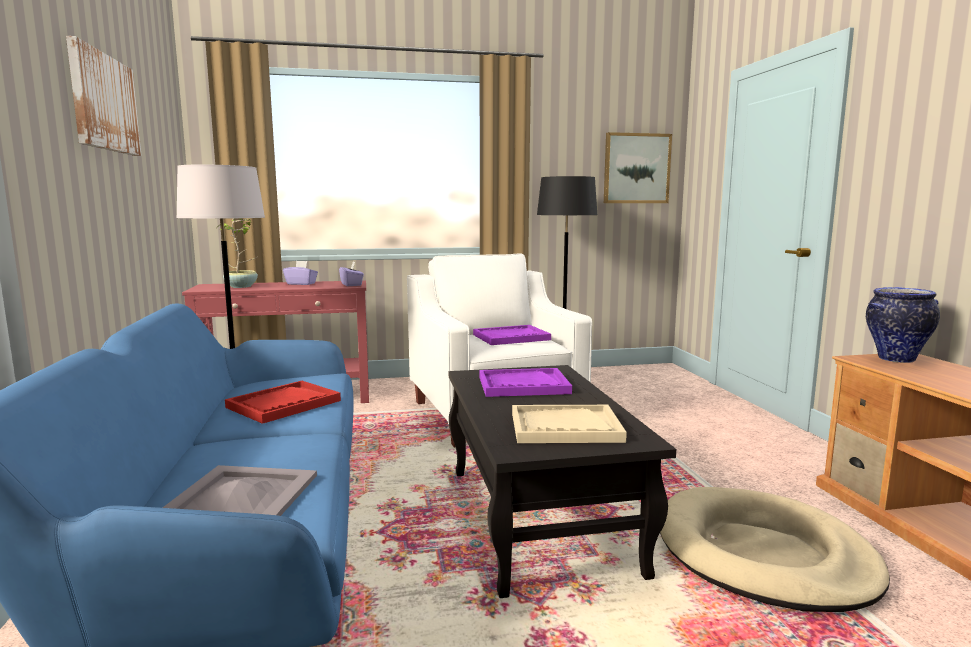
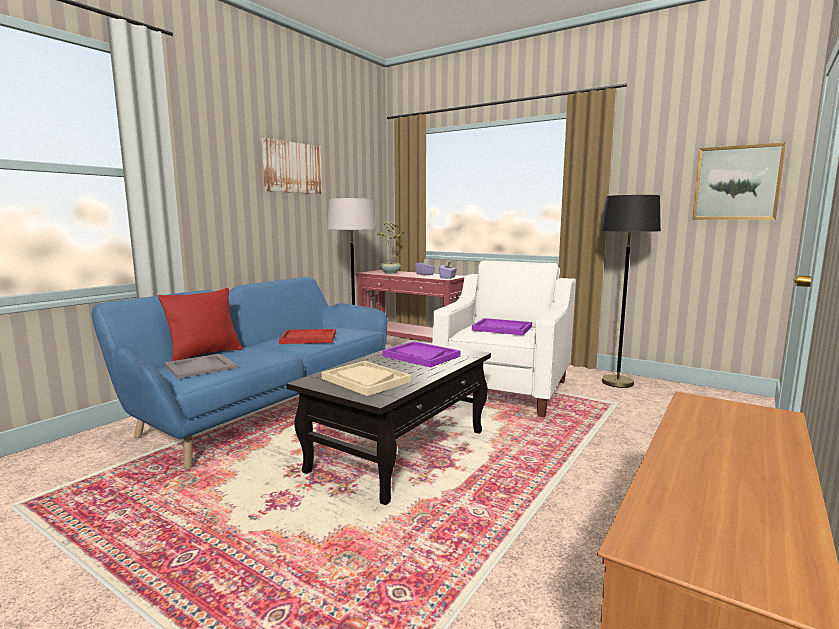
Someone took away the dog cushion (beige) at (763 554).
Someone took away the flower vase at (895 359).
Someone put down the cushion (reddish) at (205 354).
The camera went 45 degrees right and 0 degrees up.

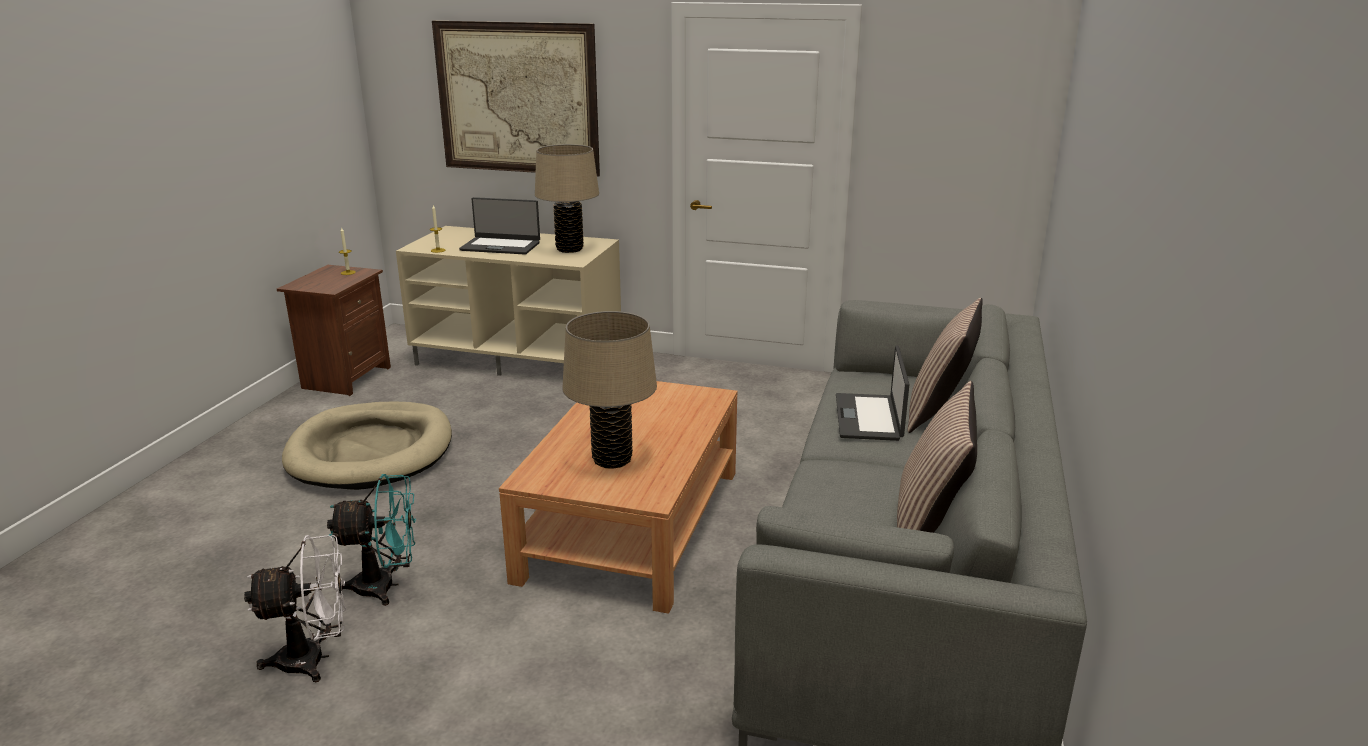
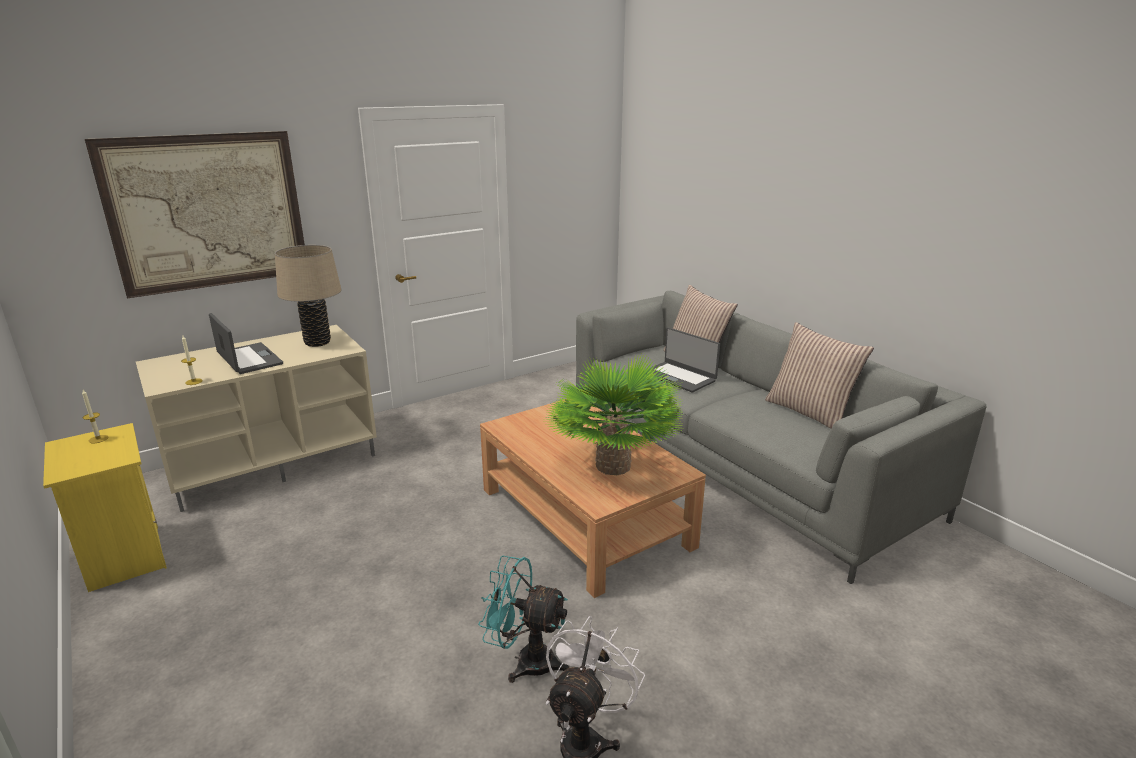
Someone took away the dog cushion (beige) at (371 451).
Someone swapped the lamp for a table (beige) at (612 460) for the potted plant at (613 466).
Someone repainted the nightstand (brown-coloured) at (345 378), which became the nightstand (yellow) at (123 557).
Someone rotated the fan (blue-green) at (385 586) by 105 degrees counterclockwise.
Someone rotated the portable computer at (501 246) by 90 degrees counterclockwise.
The camera went 50 degrees left and 0 degrees up.

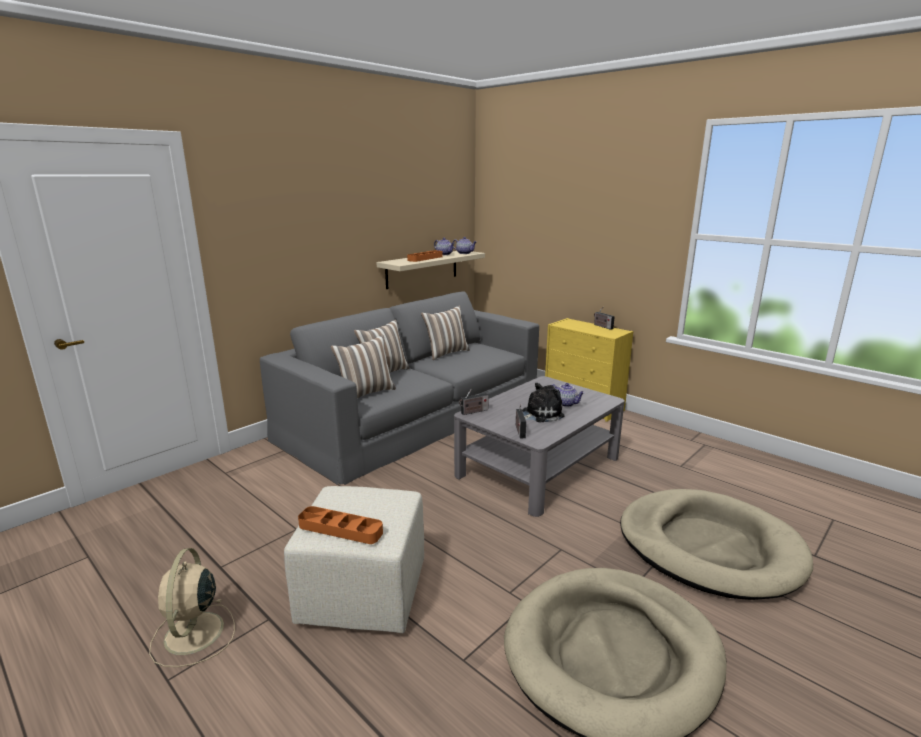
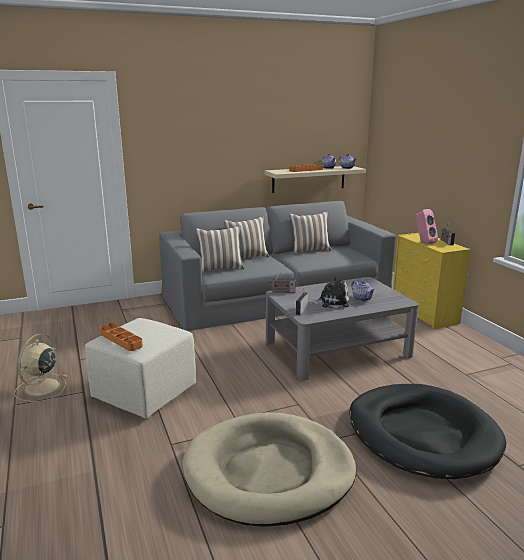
Someone put down the audio speaker (pink-coloured) at (423 242).
Someone repainted the dog cushion (beige) at (708 547), which became the dog cushion (black-coloured) at (422 434).
The camera went 25 degrees right and 0 degrees up.

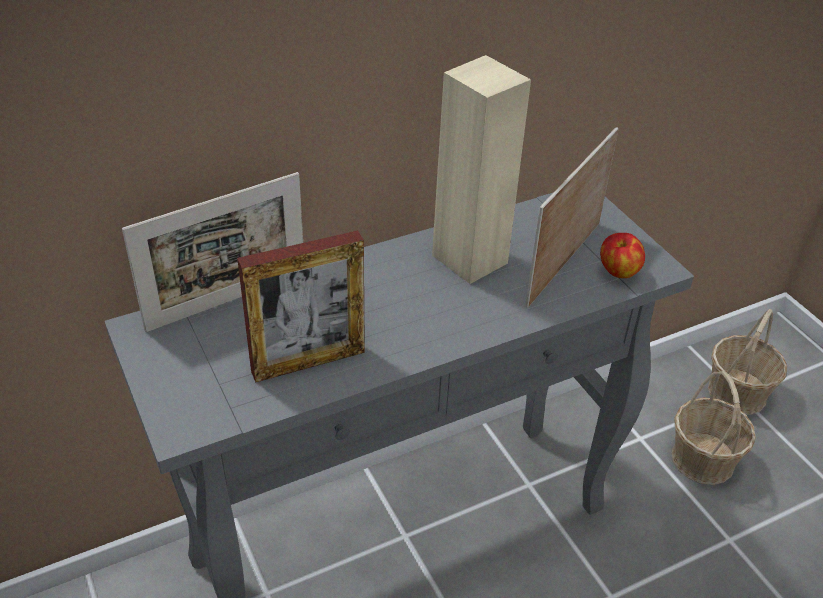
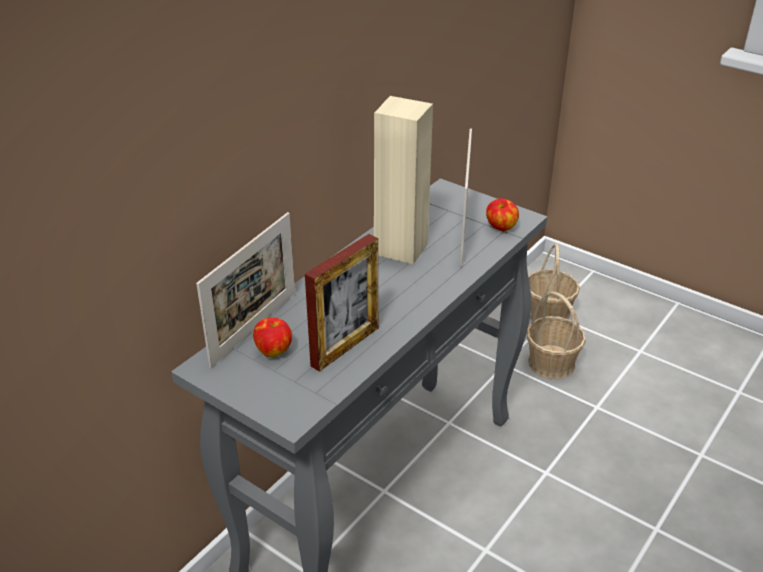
Someone put down the apple fruit at (274 350).
The camera went 25 degrees left and 5 degrees down.

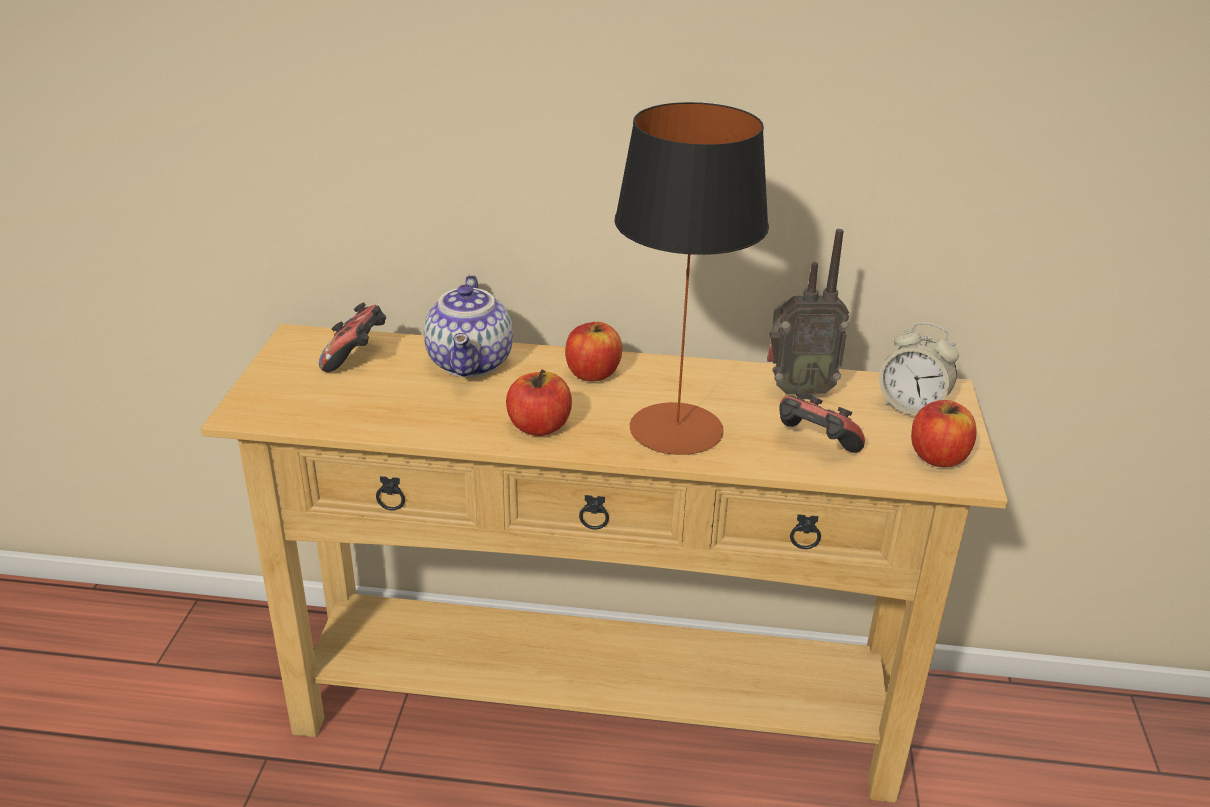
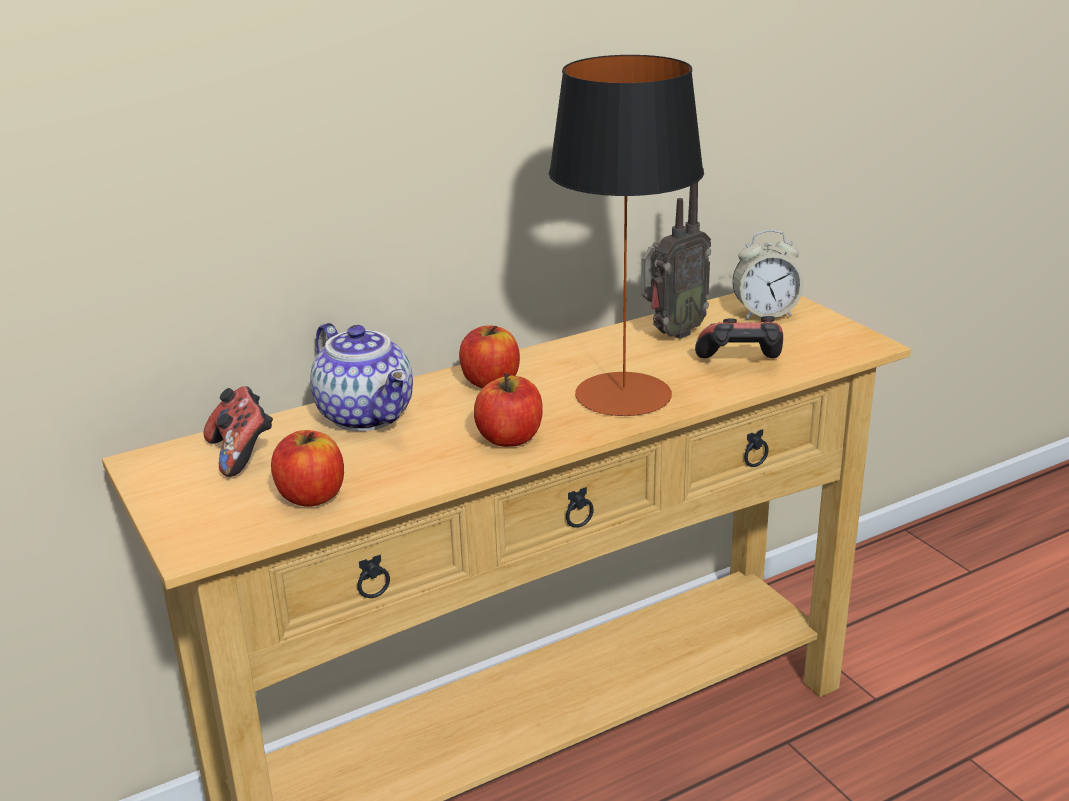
Someone carried the apple fruit from (938 457) to (311 496).
The camera went 35 degrees left and 5 degrees down.

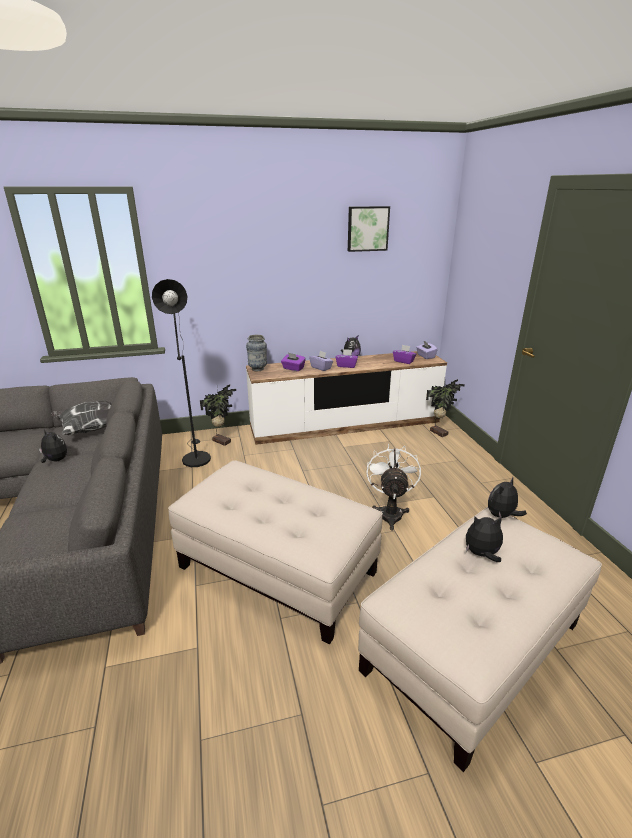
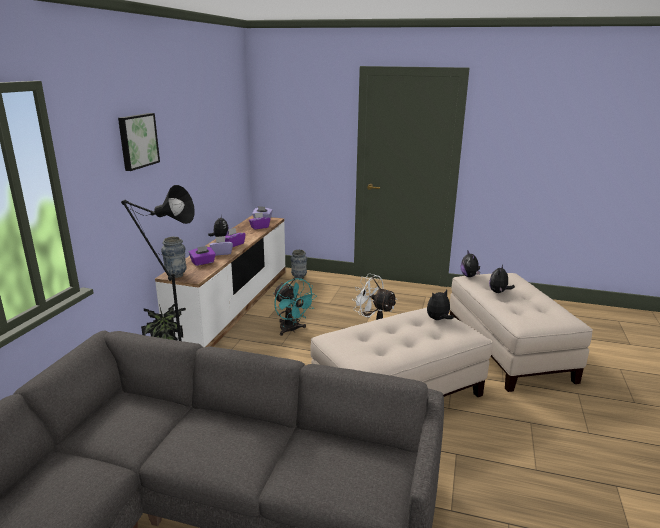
Someone took away the cushion at (91 429).
Someone put down the fan (blue-green) at (292 330).
Someone carried the soft toy from (55 460) to (438 319).
Someone carried the wall picture from (367 228) to (137 141).
Someone swapped the potted plant at (439 432) for the flower vase at (299 277).
The camera went 60 degrees left and 5 degrees down.

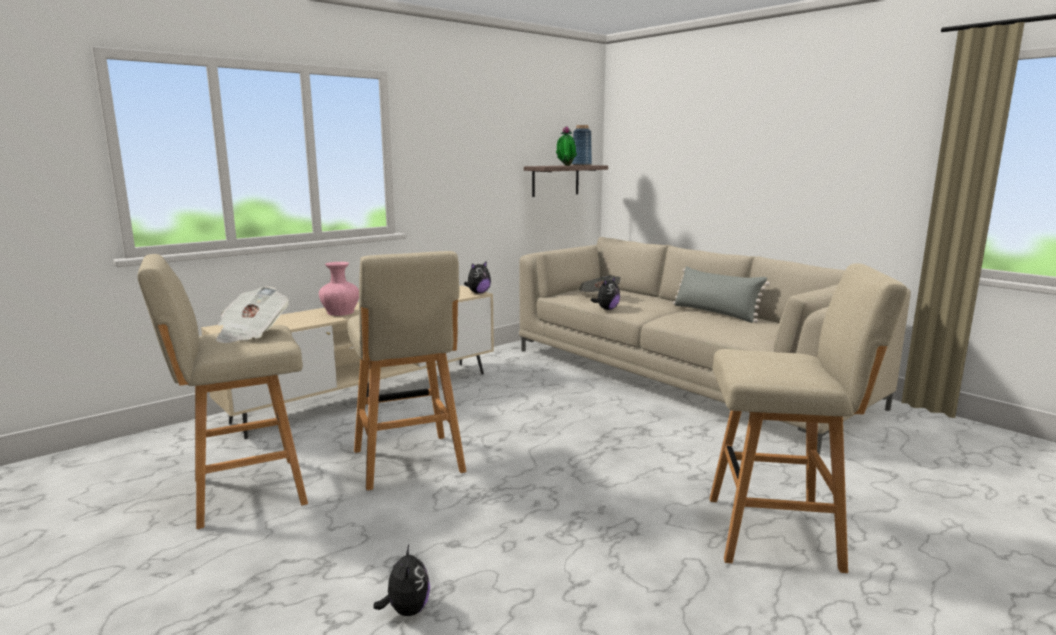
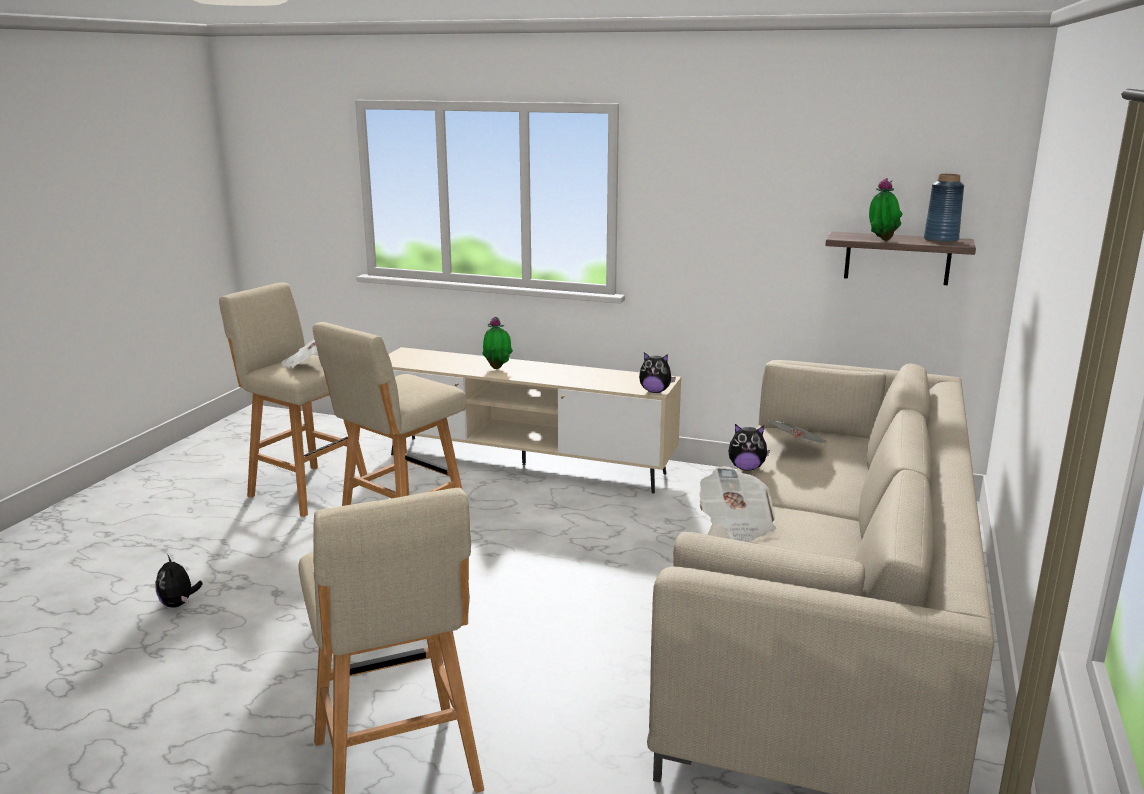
Someone took away the cushion (greyish) at (715 313).
Someone put down the printed paper at (736 525).
Someone swapped the flower vase (pink-coloured) at (340 312) for the potted plant at (498 367).
Someone rotated the soft toy at (406 610) by 105 degrees clockwise.
The camera went 60 degrees right and 5 degrees up.

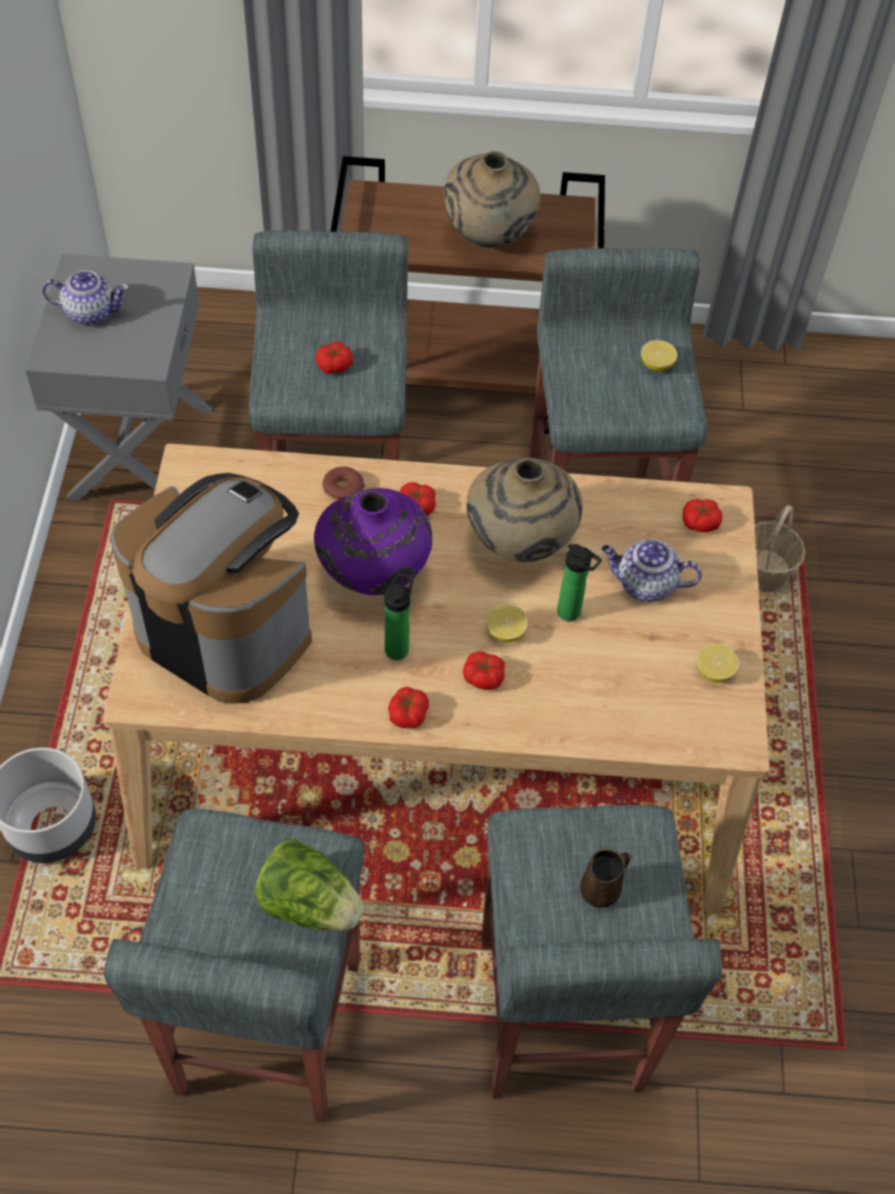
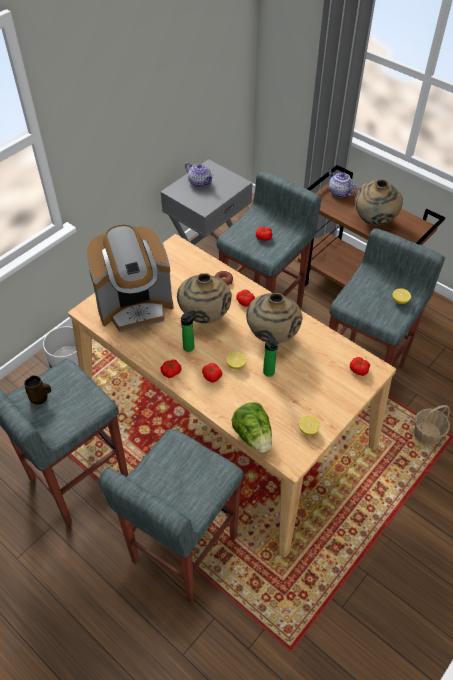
Someone carried the lettuce head from (309 903) to (253 436).
Someone carried the coffee mug (brown-coloured) from (601 889) to (40 398).
Someone carried the teapot from (644 584) to (339 192).
Someone repainted the flower vase (purple) at (373 577), which became the flower vase (beige) at (204 317).
Someone rotated the coffee machine at (224 629) by 90 degrees clockwise.
The camera went 40 degrees right and 5 degrees down.

